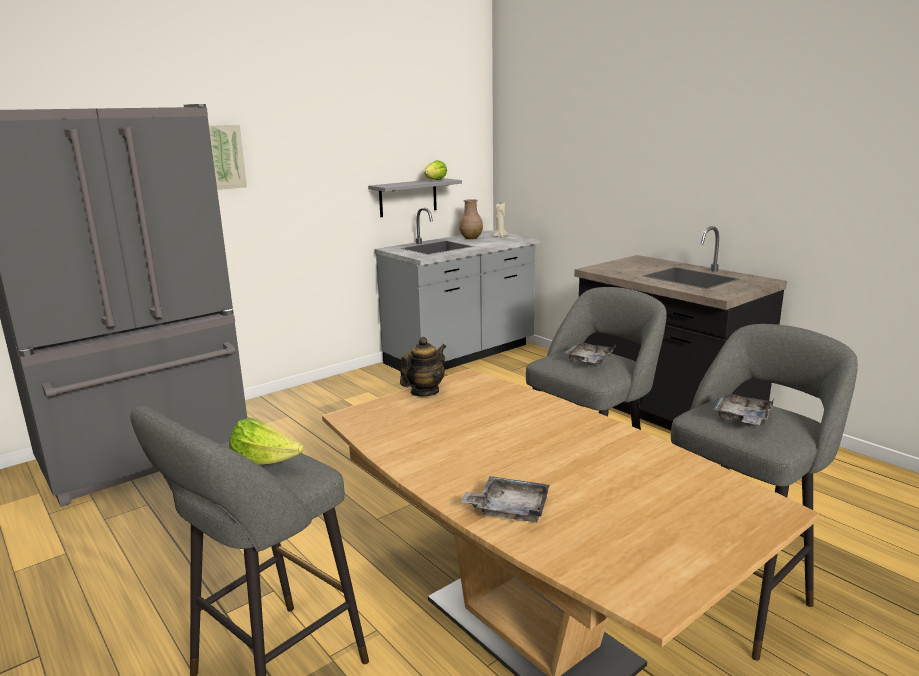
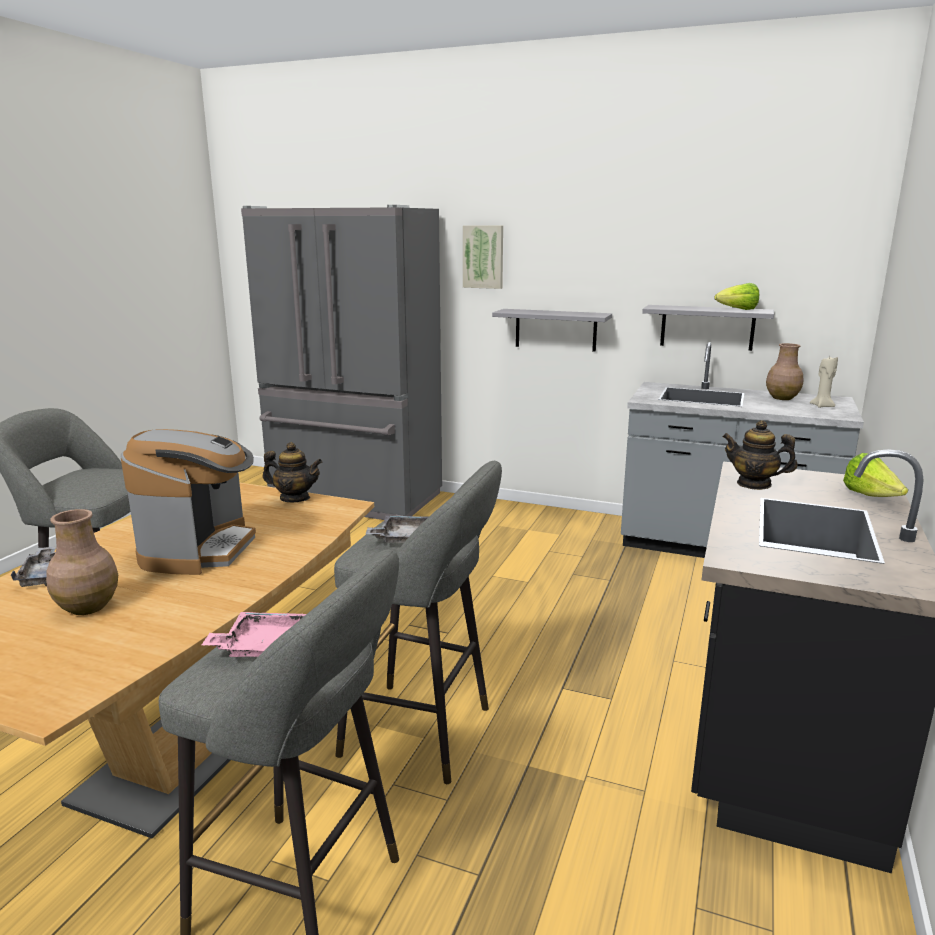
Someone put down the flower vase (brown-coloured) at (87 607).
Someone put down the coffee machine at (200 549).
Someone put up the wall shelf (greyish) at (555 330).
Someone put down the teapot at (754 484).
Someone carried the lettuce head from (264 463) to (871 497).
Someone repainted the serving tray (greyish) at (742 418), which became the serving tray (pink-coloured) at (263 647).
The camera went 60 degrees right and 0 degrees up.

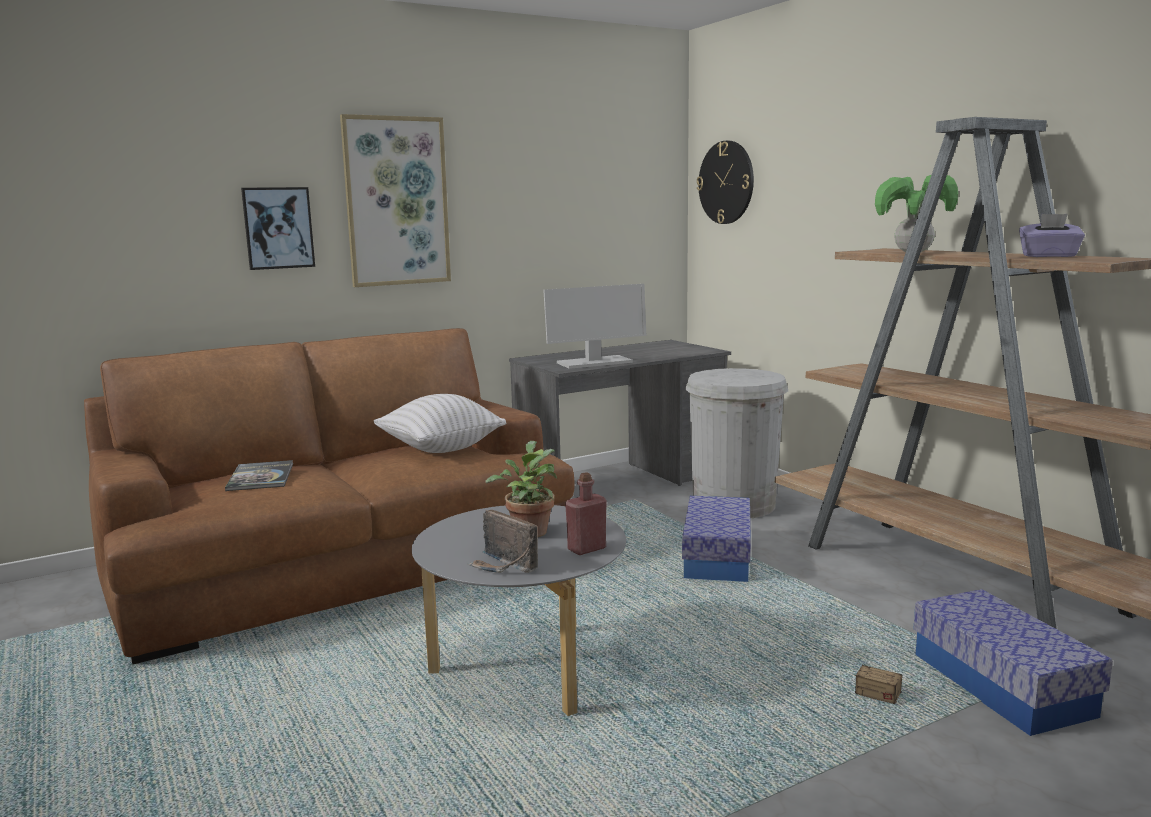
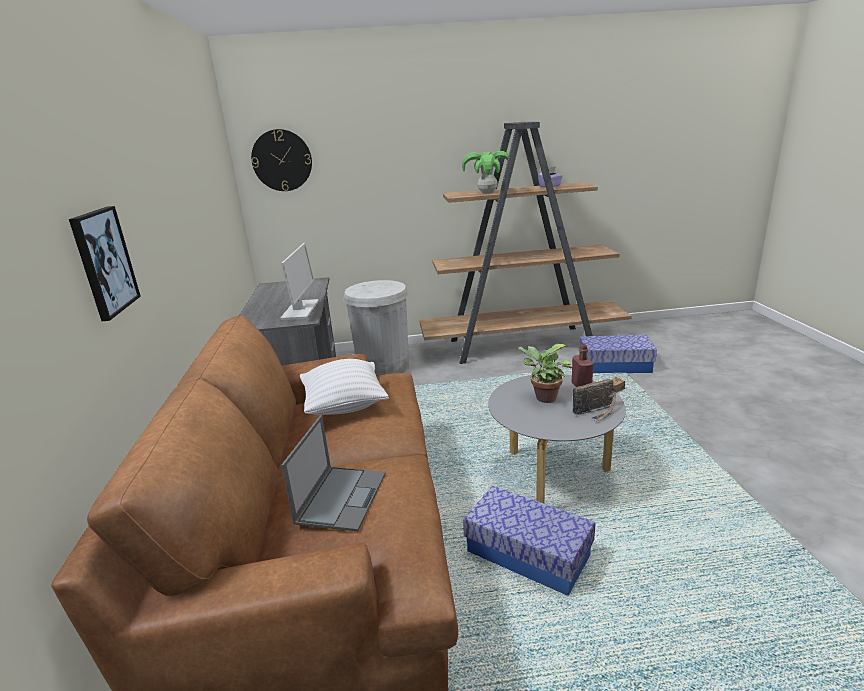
Someone took away the wall picture at (396 201).
Someone carried the storage box from (717 558) to (527 554).
Someone swapped the bound book at (261 477) for the portable computer at (342 497).
The camera went 65 degrees left and 10 degrees up.

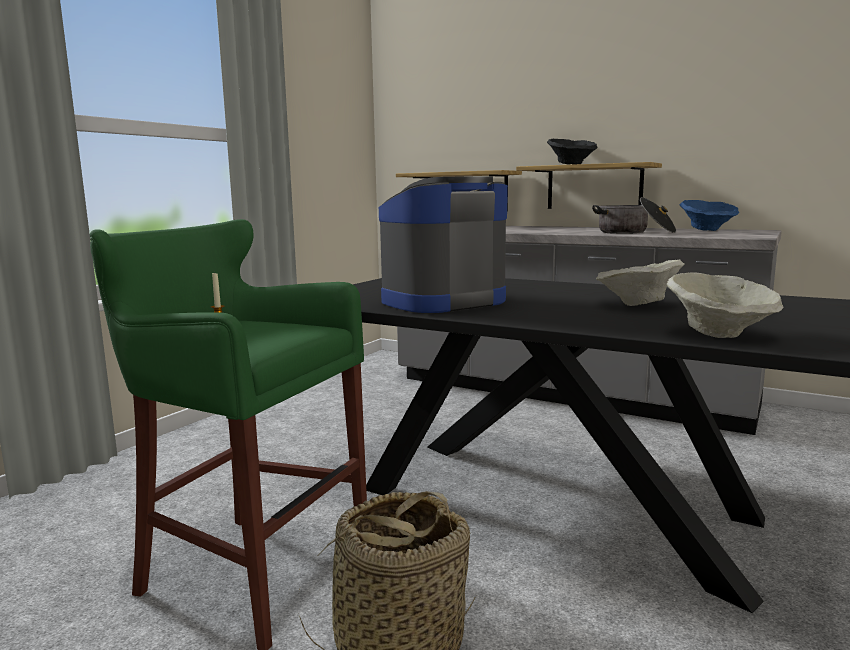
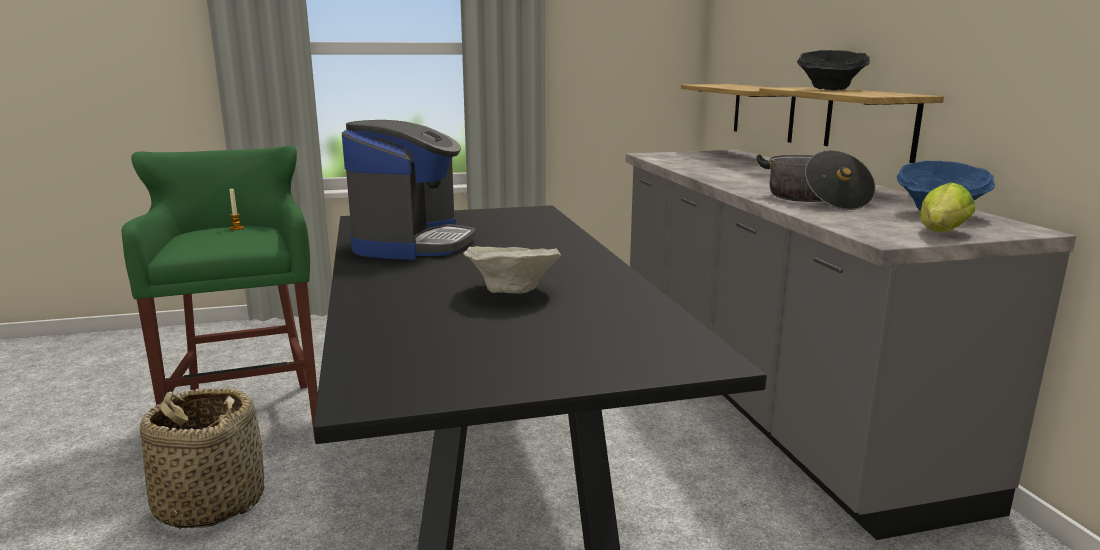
Someone took away the bowl (beige) at (719 335).
Someone put down the lettuce head at (940 233).
Someone rotated the coffee machine at (442 301) by 90 degrees clockwise.
The camera went 45 degrees right and 5 degrees up.

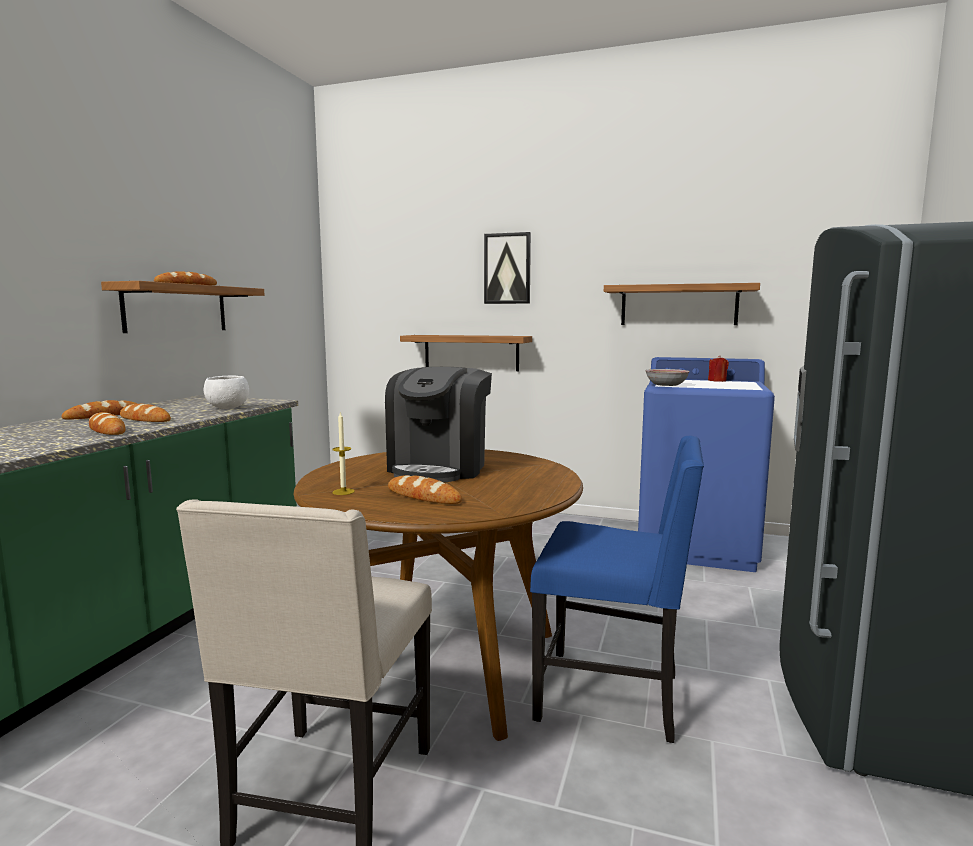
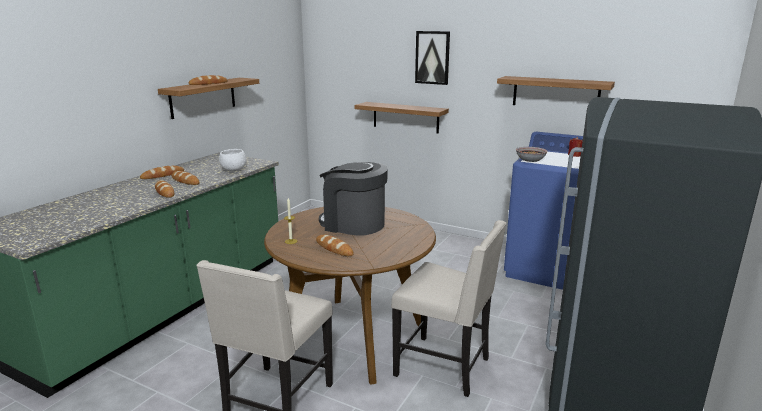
Someone repainted the chair (blue) at (612 696), which became the chair (beige) at (445 367).
Someone rotated the coffee machine at (440 468) by 90 degrees clockwise.
The camera went 10 degrees right and 10 degrees up.

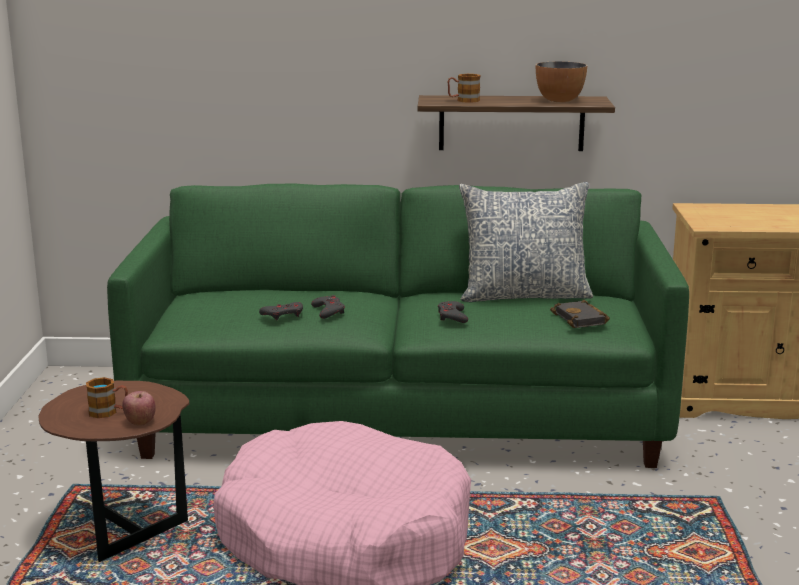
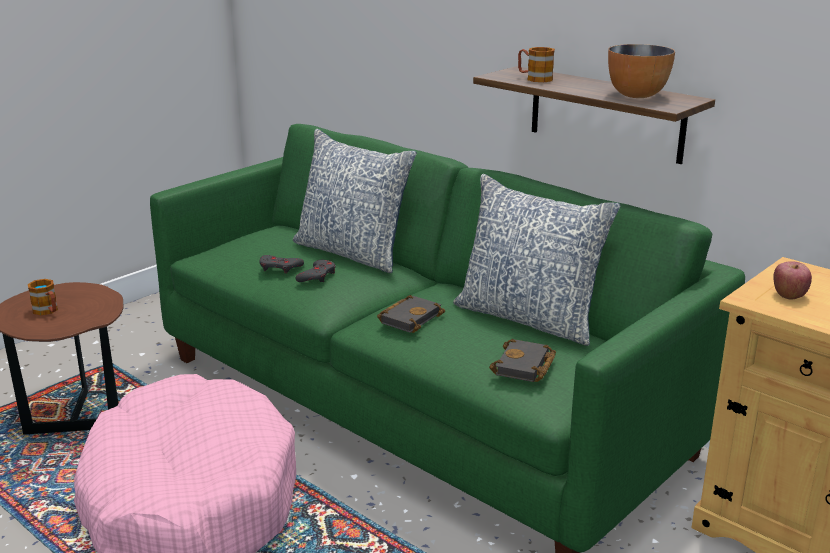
Someone put down the cushion at (353 253).
Someone carried the apple fruit from (140 422) to (789 295).
Someone swapped the gamepad (greyish) at (452 316) for the bound book (black-coloured) at (410 318).
The camera went 40 degrees right and 5 degrees up.

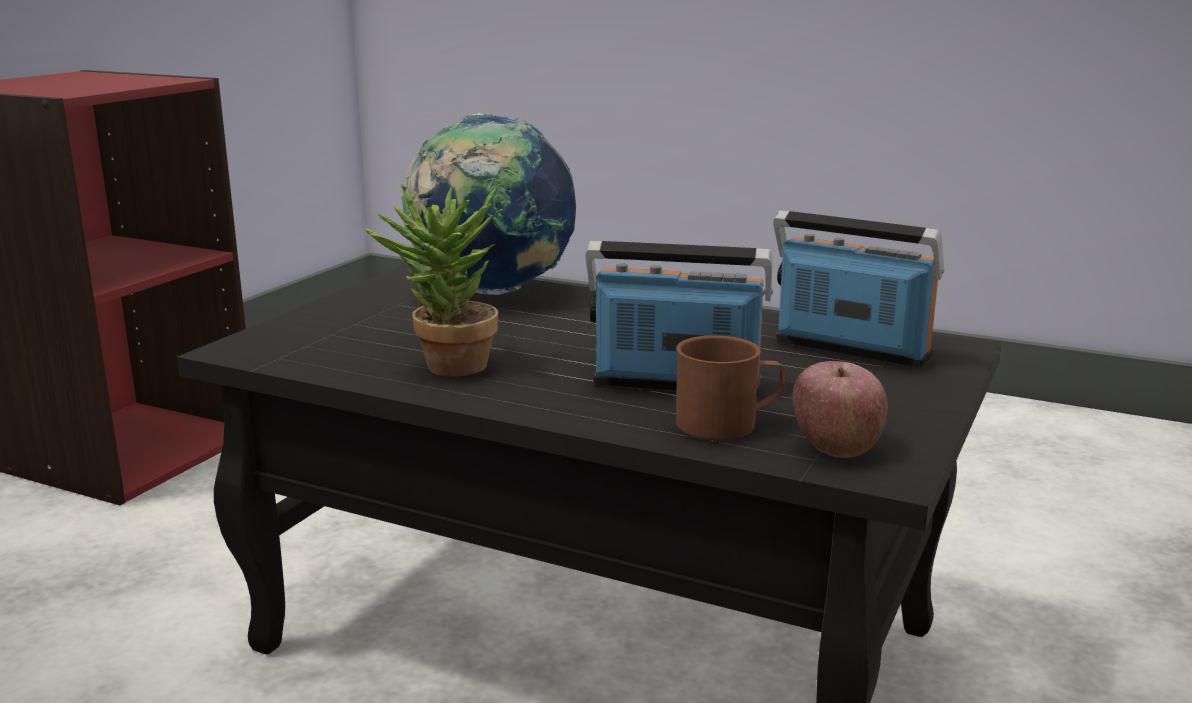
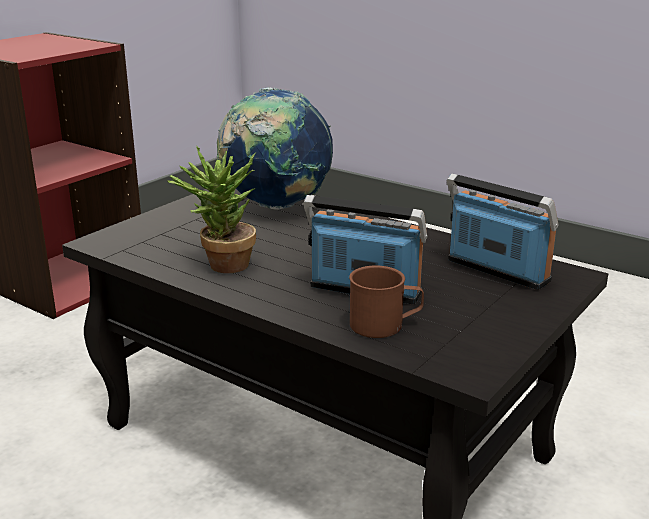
Someone took away the apple fruit at (836 447).
The camera went 10 degrees right and 5 degrees up.

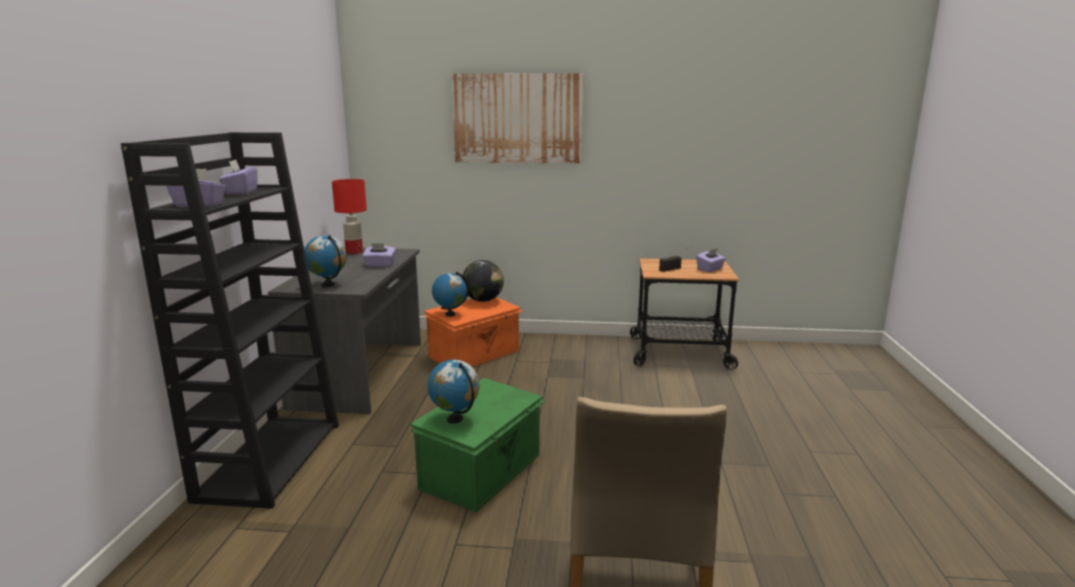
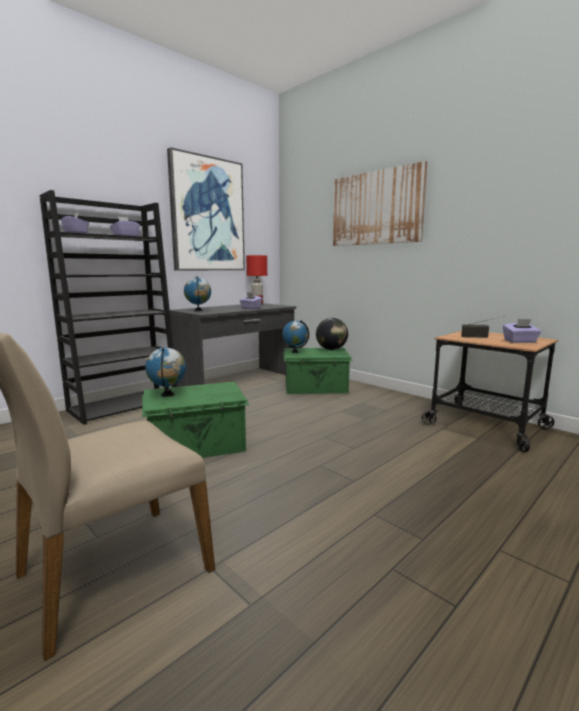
Someone put up the wall picture at (207 215).
Someone repainted the storage box (orange) at (475 354), which became the storage box (green) at (316 388).
The camera went 40 degrees right and 5 degrees down.

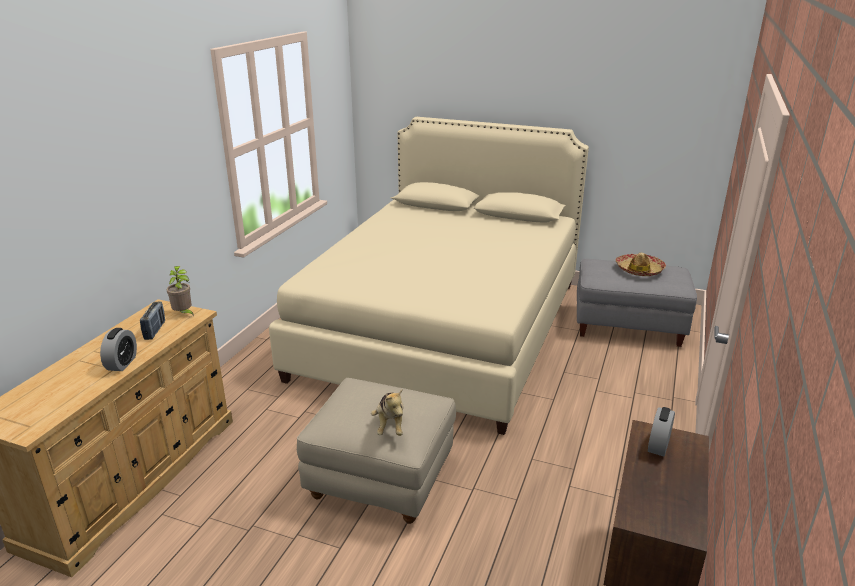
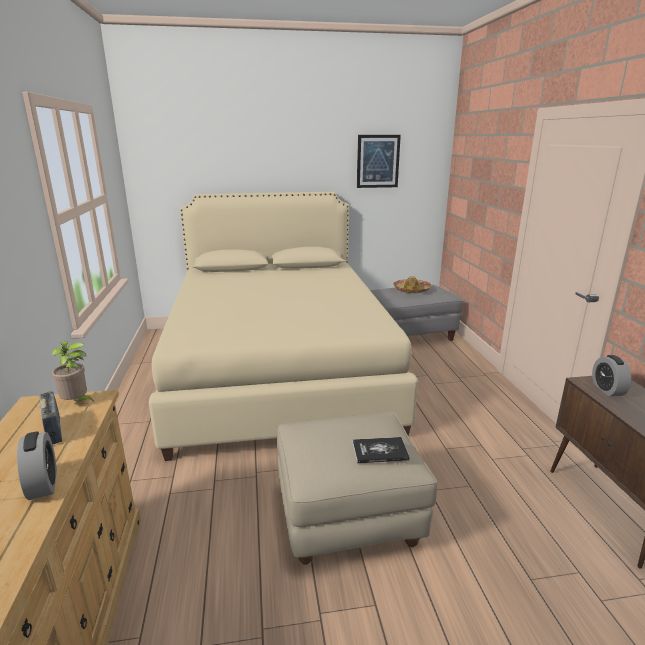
Someone put up the wall picture at (377 161).
Someone swapped the soft toy at (390 425) for the bound book at (380 451).
The camera went 30 degrees left and 5 degrees down.

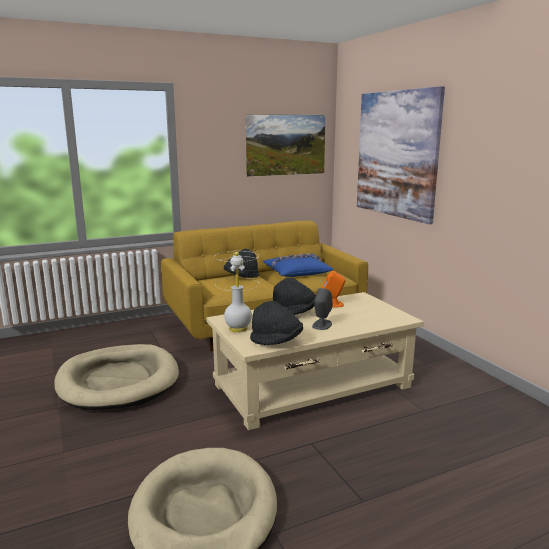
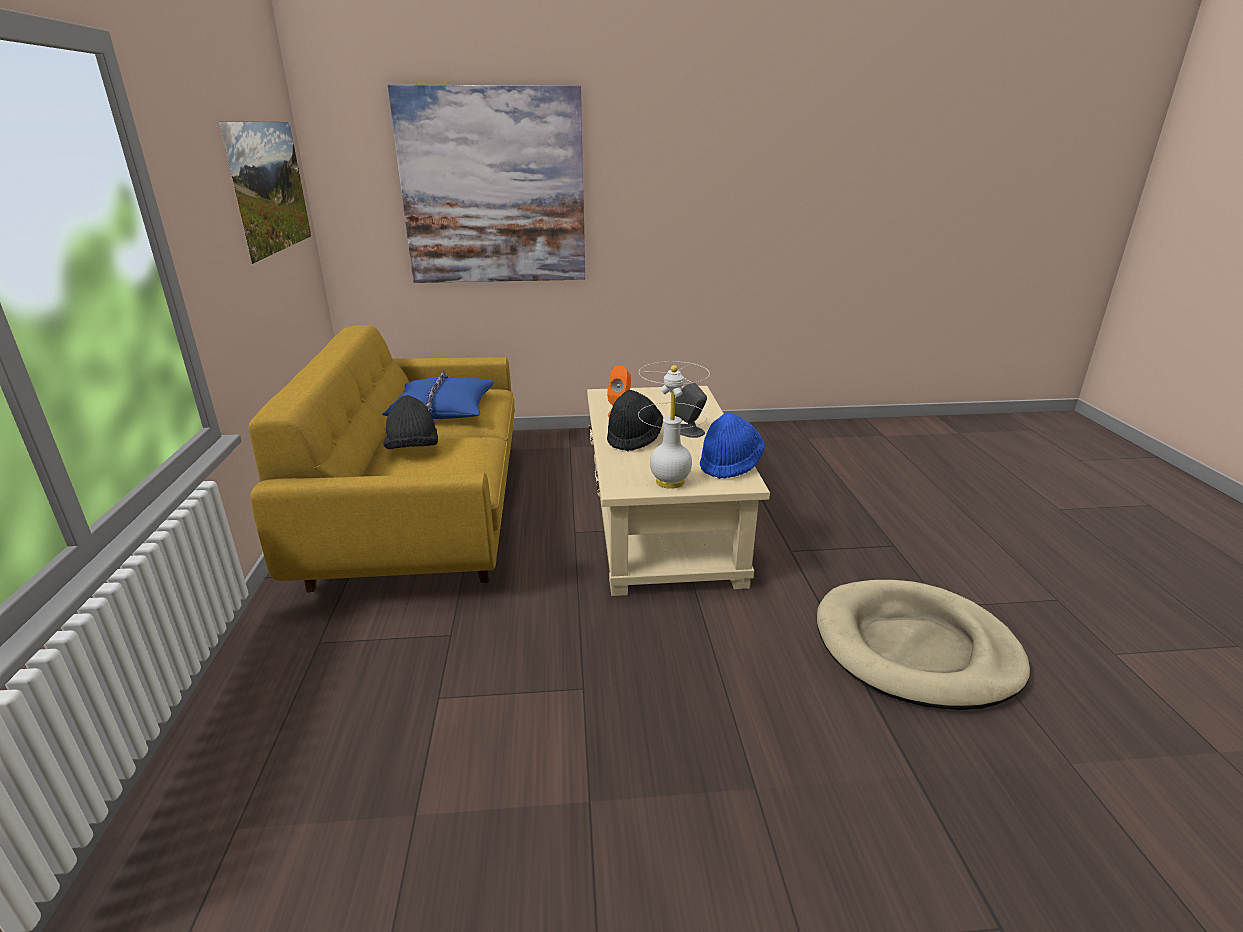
Someone took away the dog cushion (beige) at (118 381).
Someone repainted the wearable hat (black-coloured) at (277 341), which became the wearable hat (blue) at (730 465).
The camera went 70 degrees left and 10 degrees up.

